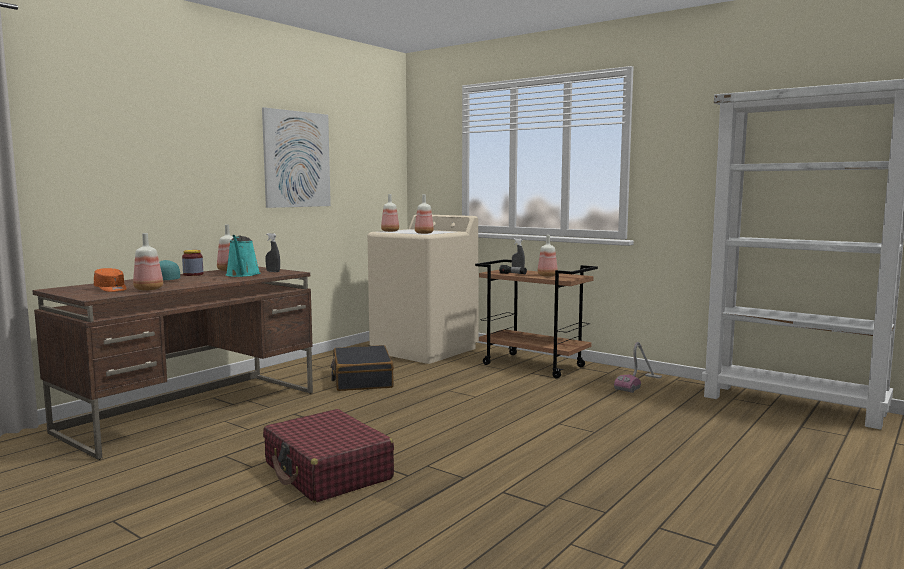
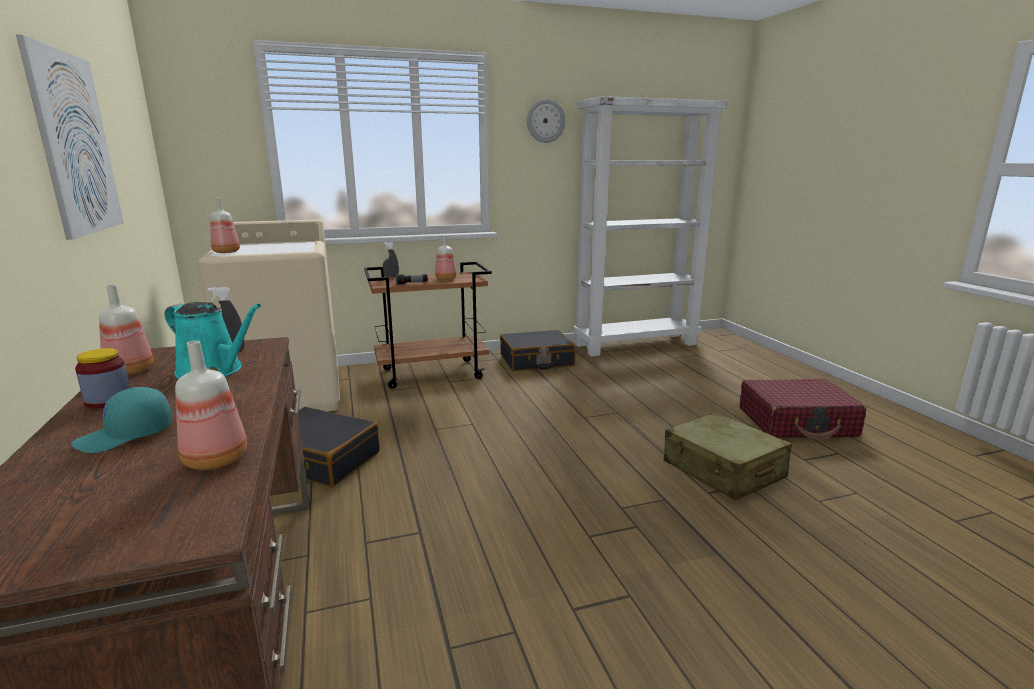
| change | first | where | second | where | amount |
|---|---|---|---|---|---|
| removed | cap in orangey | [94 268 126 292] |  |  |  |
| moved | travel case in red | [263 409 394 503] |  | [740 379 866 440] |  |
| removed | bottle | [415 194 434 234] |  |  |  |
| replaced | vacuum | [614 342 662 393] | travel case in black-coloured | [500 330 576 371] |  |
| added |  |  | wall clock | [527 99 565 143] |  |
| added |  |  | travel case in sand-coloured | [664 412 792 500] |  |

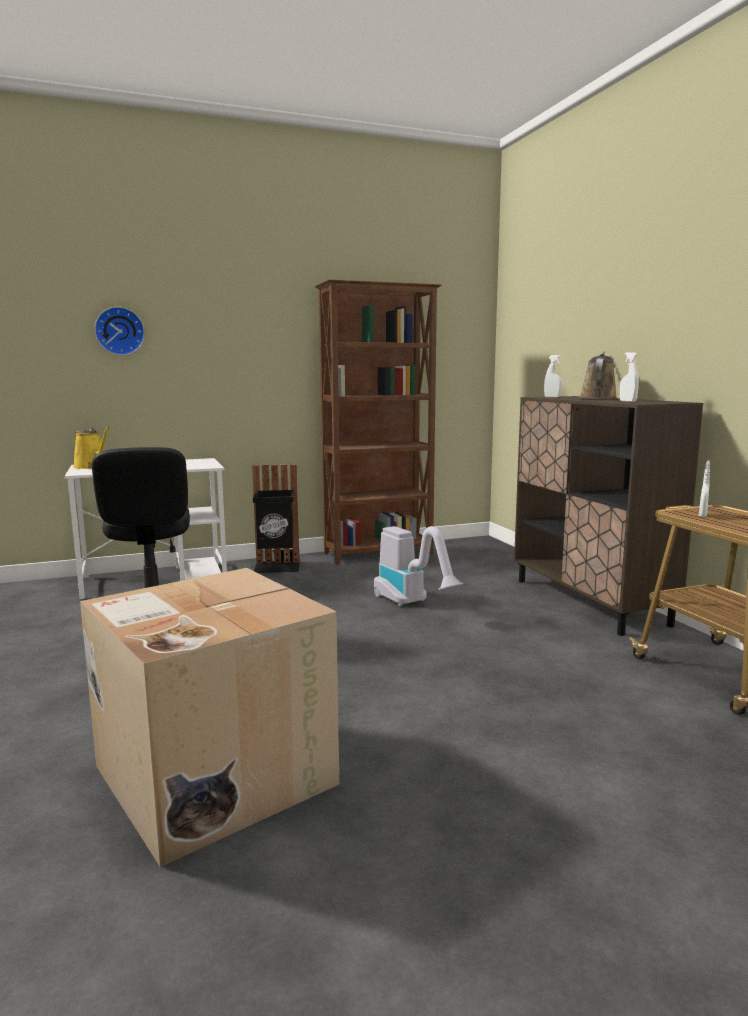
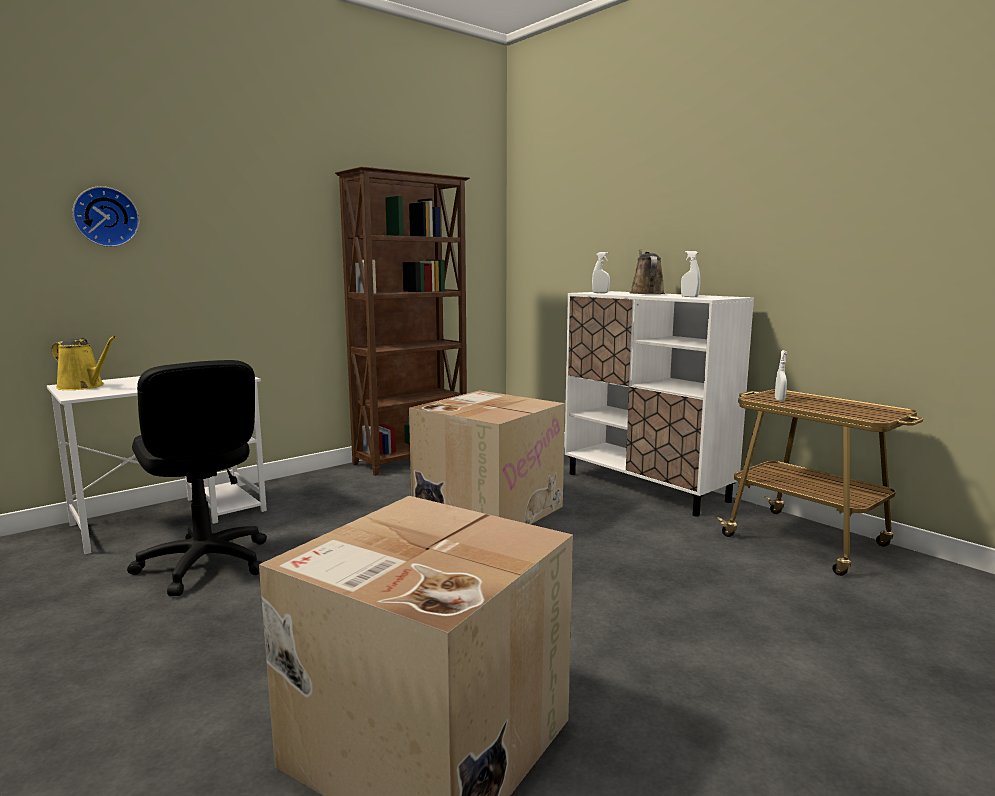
| change | first | where | second | where | amount |
|---|---|---|---|---|---|
| removed | rubbish bin in black-coloured | [252 464 299 573] |  |  |  |
| replaced | vacuum | [374 526 463 606] | packing box | [409 391 565 524] |  |
| recoloured | storage cabinet in brown | [514 396 703 636] | storage cabinet in white | [564 291 754 517] |  |

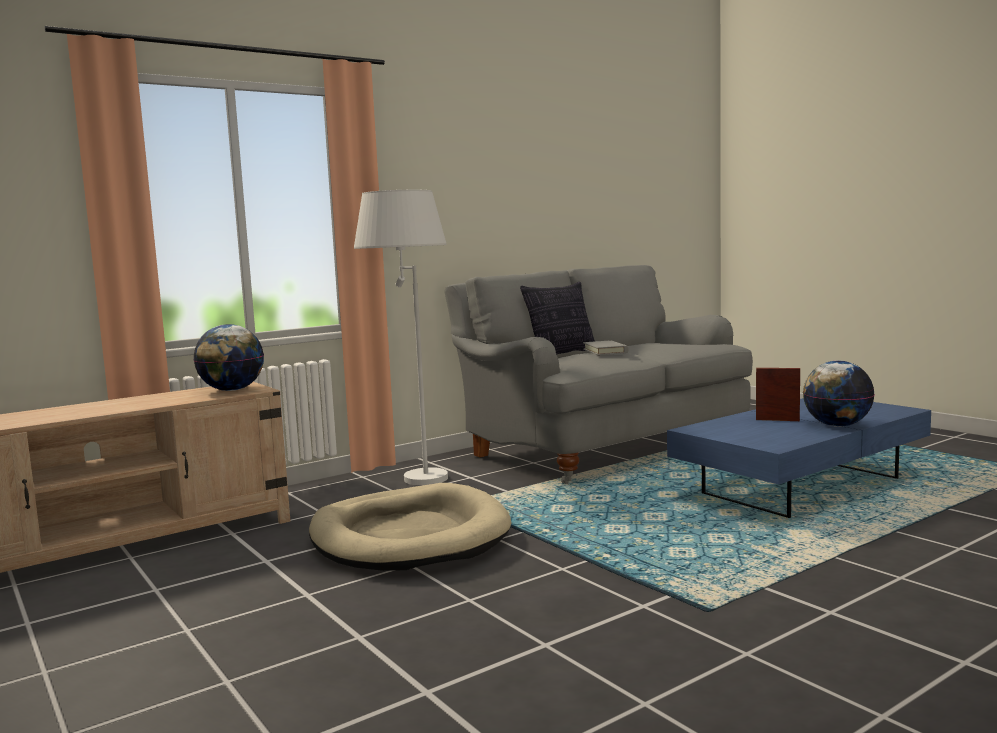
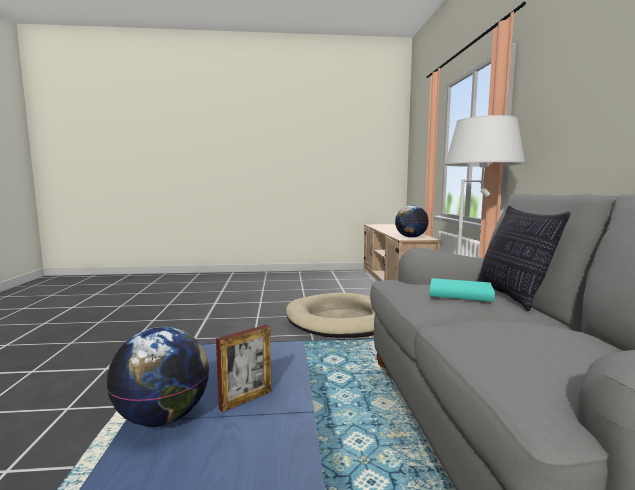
| change | first | where | second | where | amount |
|---|---|---|---|---|---|
| recoloured | volume in greyish | [583 341 629 355] | volume in turquoise-coloured | [430 278 495 302] |  |

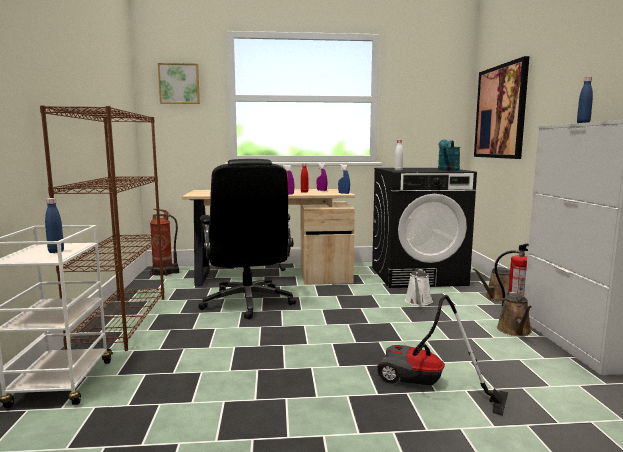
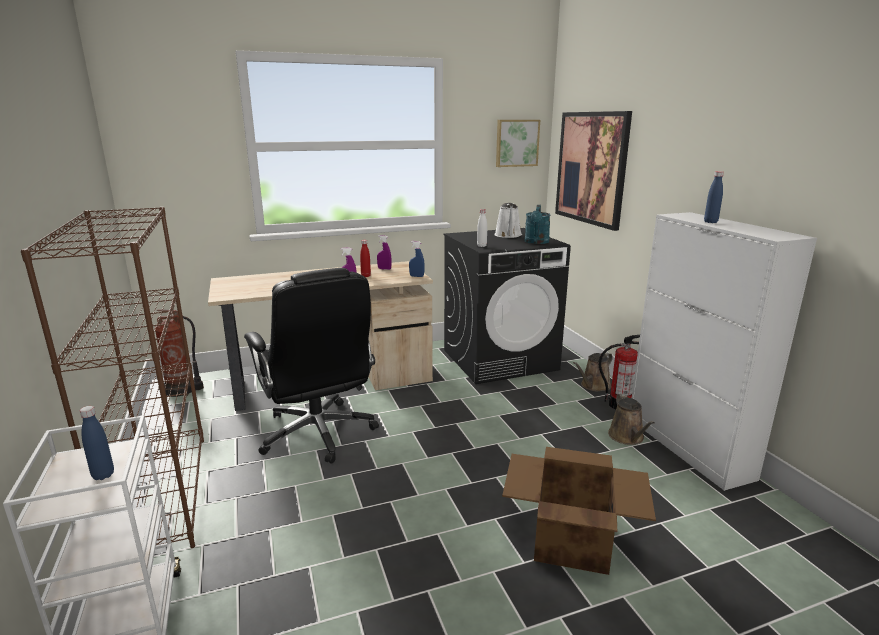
| change | first | where | second | where | amount |
|---|---|---|---|---|---|
| moved | wall picture | [158 63 200 104] |  | [496 120 540 167] |  |
| replaced | vacuum | [377 295 508 416] | packing box | [502 447 656 575] |  |
| moved | watering pot in white | [405 269 433 306] |  | [494 203 522 238] |  |

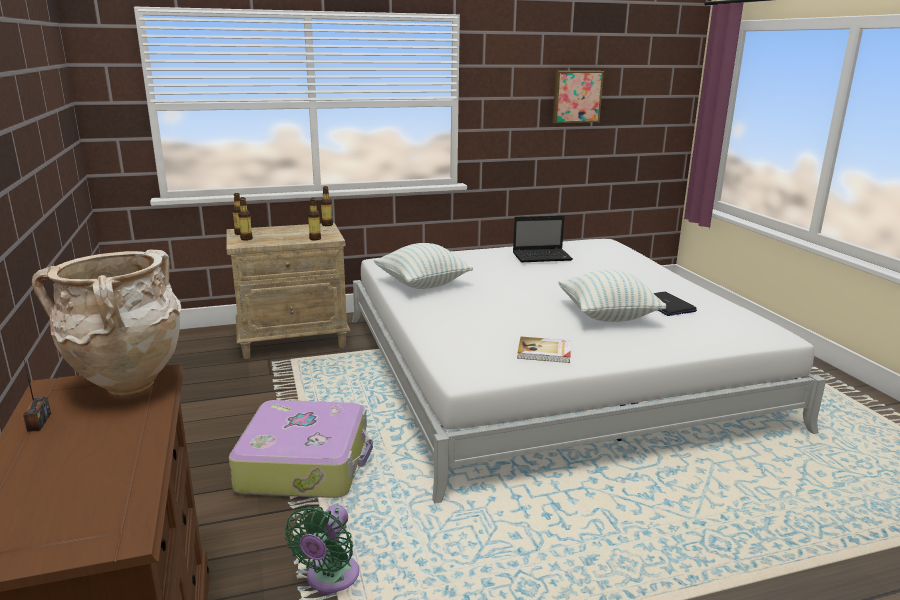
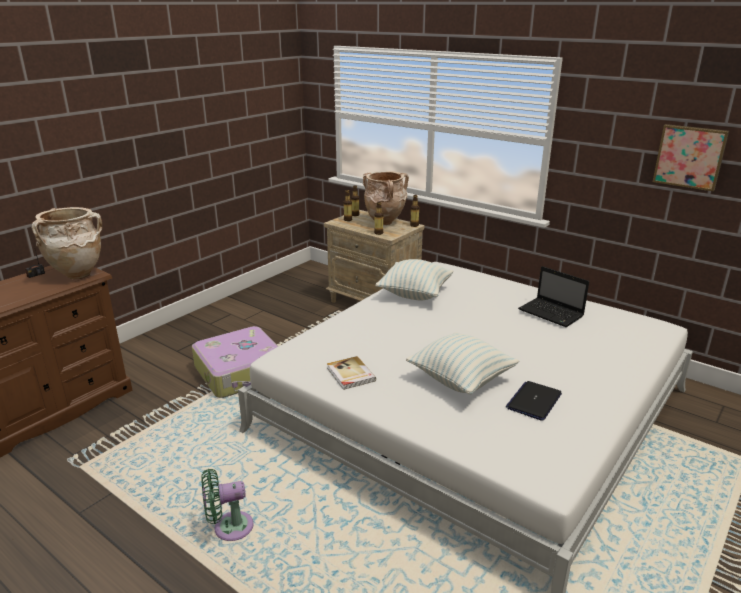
| change | first | where | second | where | amount |
|---|---|---|---|---|---|
| moved | electric fan in greenish | [285 505 359 594] |  | [201 469 254 541] |  |
| added |  |  | decorative vase in sand-coloured | [363 171 409 225] |  |

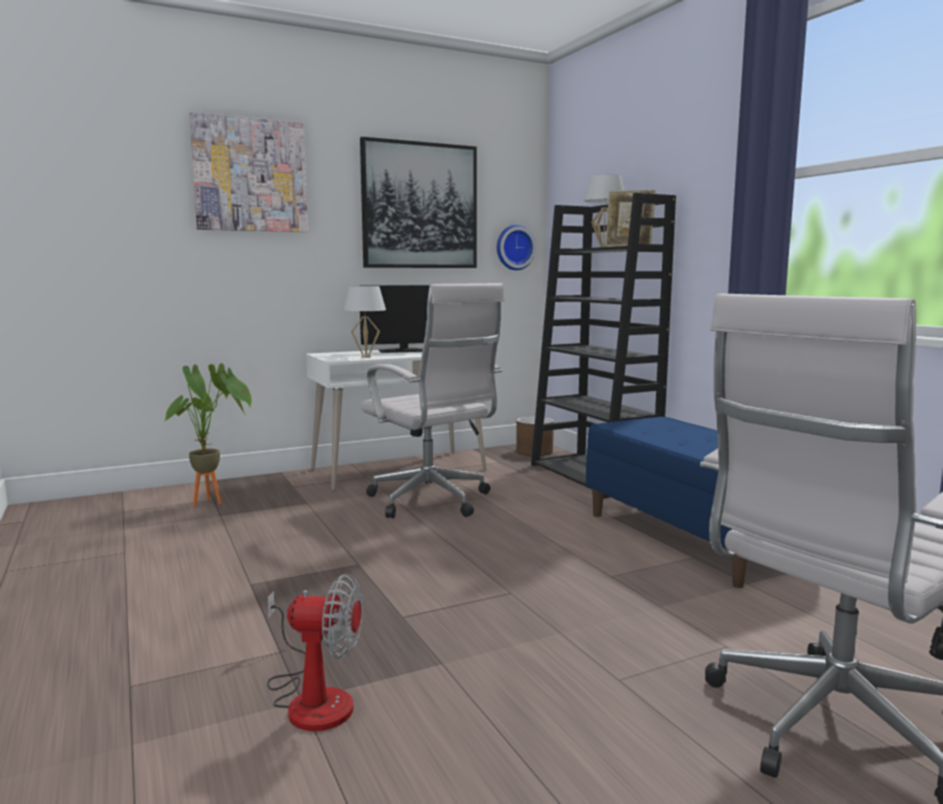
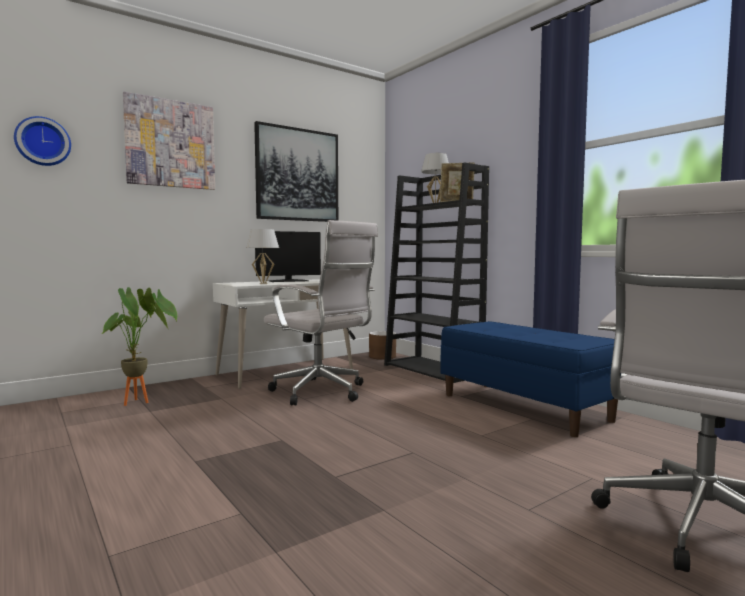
| change | first | where | second | where | amount |
|---|---|---|---|---|---|
| removed | electric fan | [267 574 363 731] |  |  |  |
| moved | wall clock | [497 225 536 270] |  | [14 116 71 166] |  |

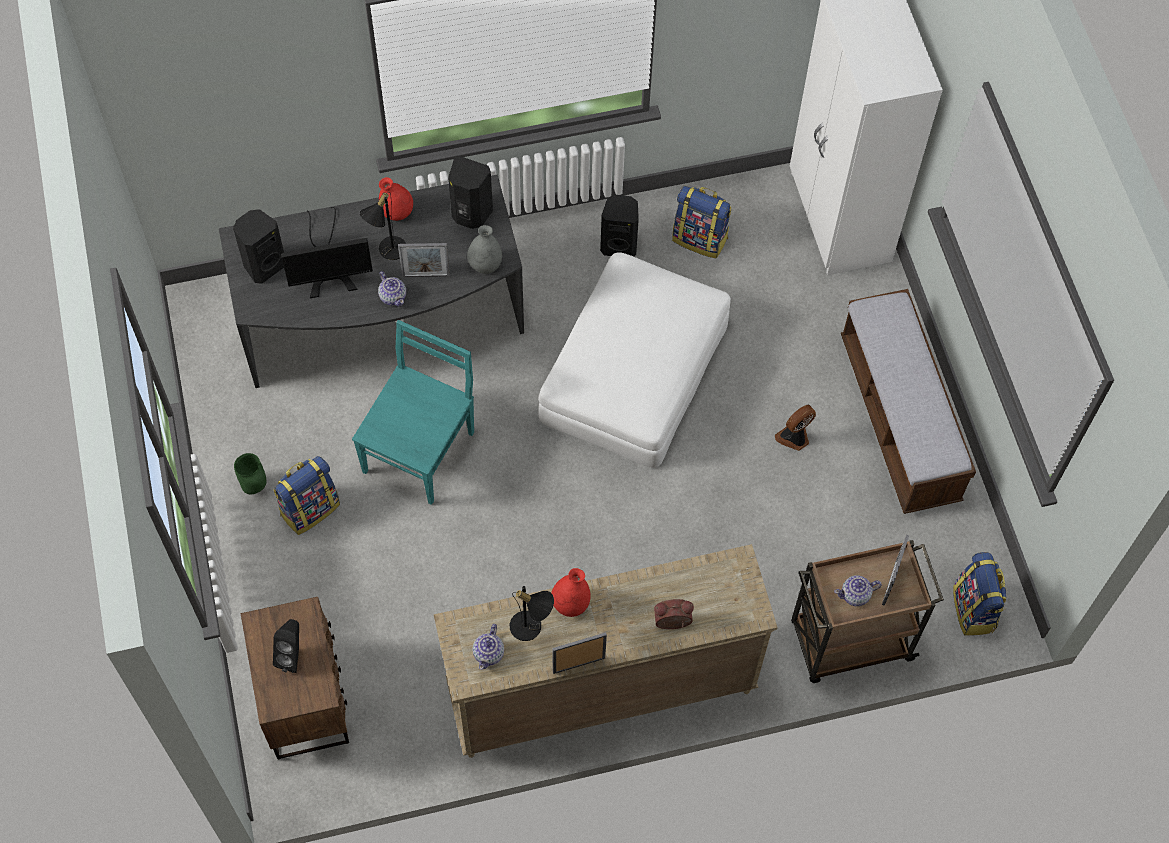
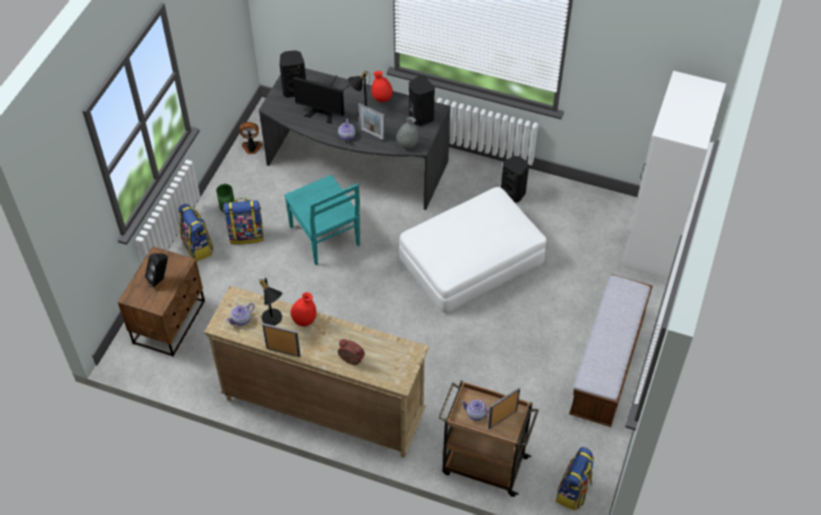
| change | first | where | second | where | amount |
|---|---|---|---|---|---|
| turned | plain chair in turquoise-coloured | [352 320 474 505] |  | [284 175 360 265] | 90 degrees clockwise |
| moved | knapsack | [672 186 731 258] |  | [178 204 214 261] |  |
| moved | electric fan | [775 405 816 451] |  | [240 122 262 154] |  |

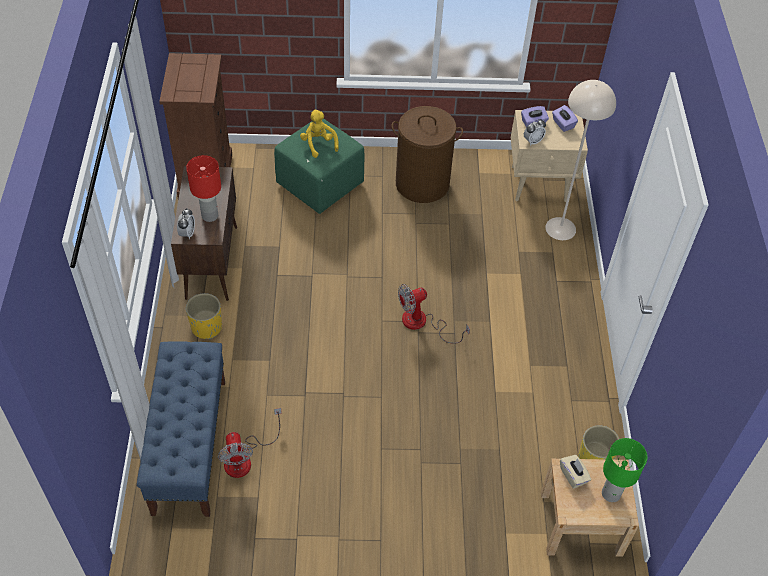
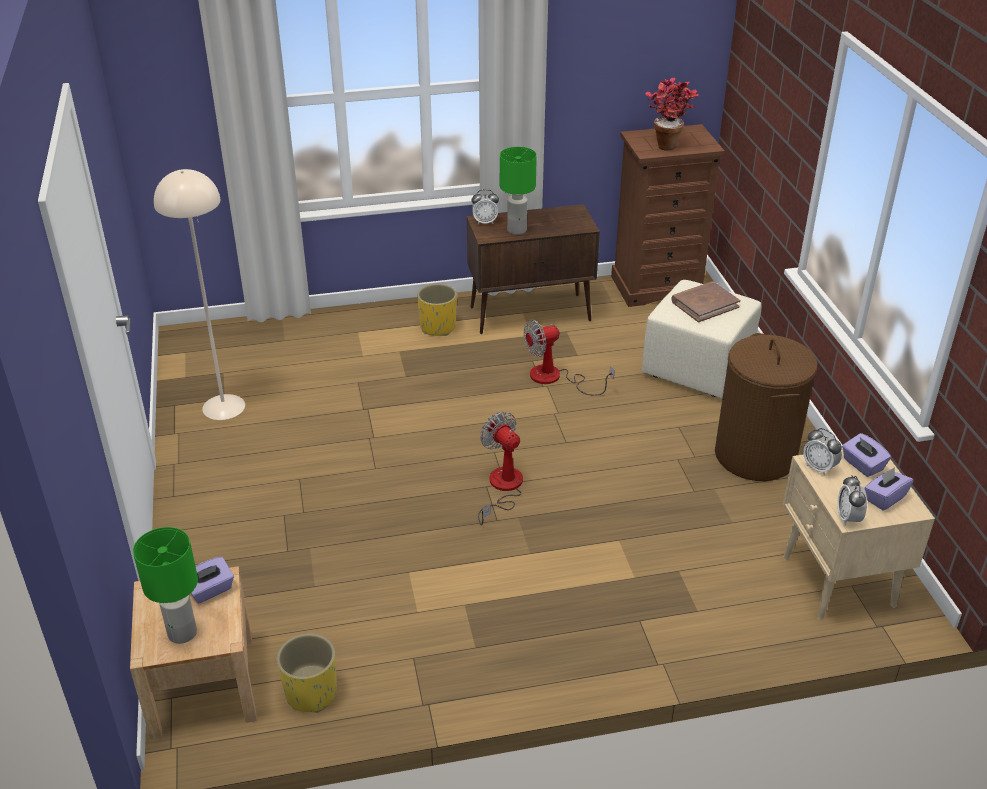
| change | first | where | second | where | amount |
|---|---|---|---|---|---|
| removed | indoor bench in bluish | [137 341 225 517] |  |  |  |
| recoloured | tabletop lamp in red | [186 155 221 222] | tabletop lamp in greenish | [500 147 537 235] |  |
| moved | electric fan | [218 408 282 478] |  | [524 319 615 396] |  |
| recoloured | footrest in greenish | [274 118 364 214] | footrest in sand-coloured | [642 280 761 398] |  |
| replaced | soft toy in yellow | [300 109 339 158] | volume in brown | [671 281 740 322] |  |
| moved | floor lamp in sand-coloured | [545 80 616 240] |  | [154 169 245 420] |  |
| recoloured | tissue holder in sand-coloured | [560 455 591 489] | tissue holder in purplish | [190 557 234 603] |  |
| added |  |  | plant in a pot | [645 78 699 151] |  |
| added |  |  | alarm clock | [837 475 867 526] |  |

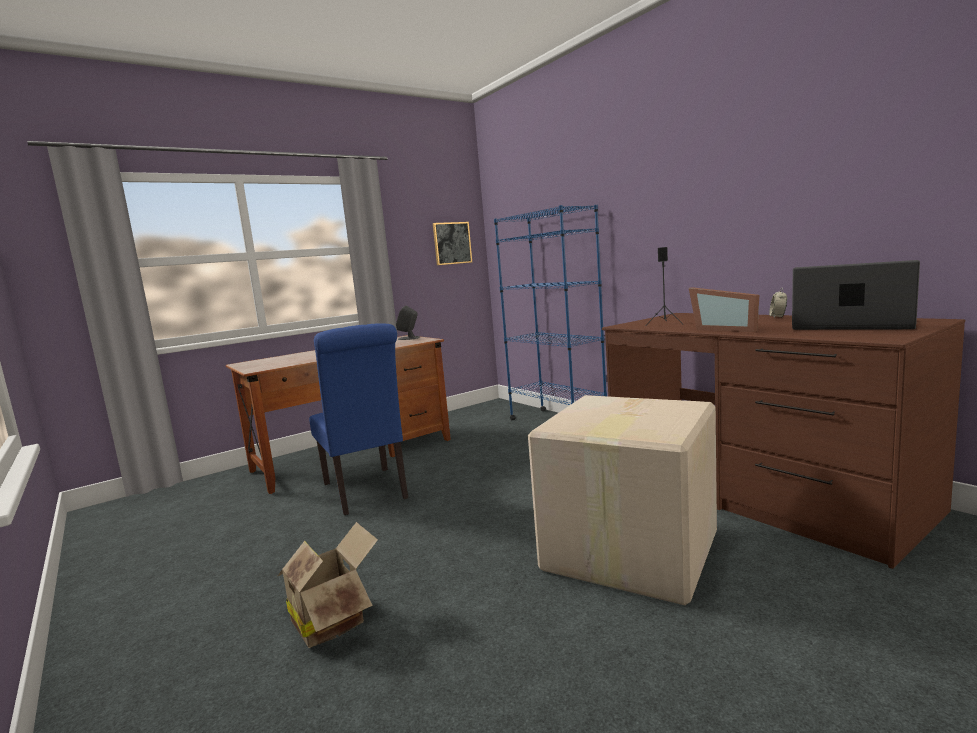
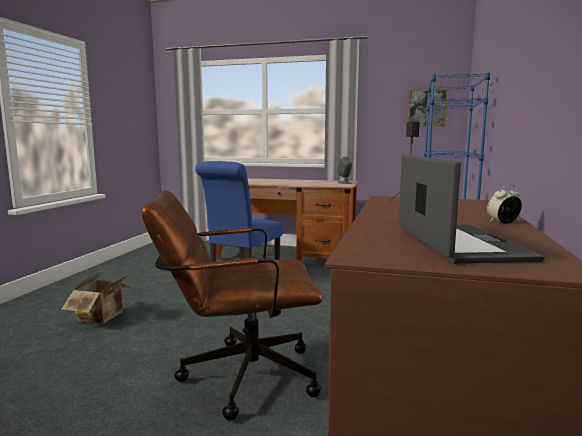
| change | first | where | second | where | amount |
|---|---|---|---|---|---|
| replaced | packing box | [528 395 717 605] | desk chair in brown | [141 190 322 421] |  |
| removed | photo frame | [689 287 759 332] |  |  |  |

